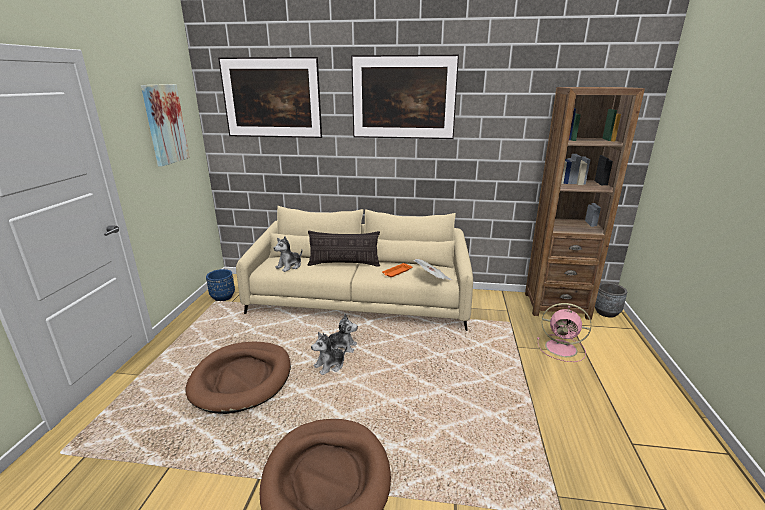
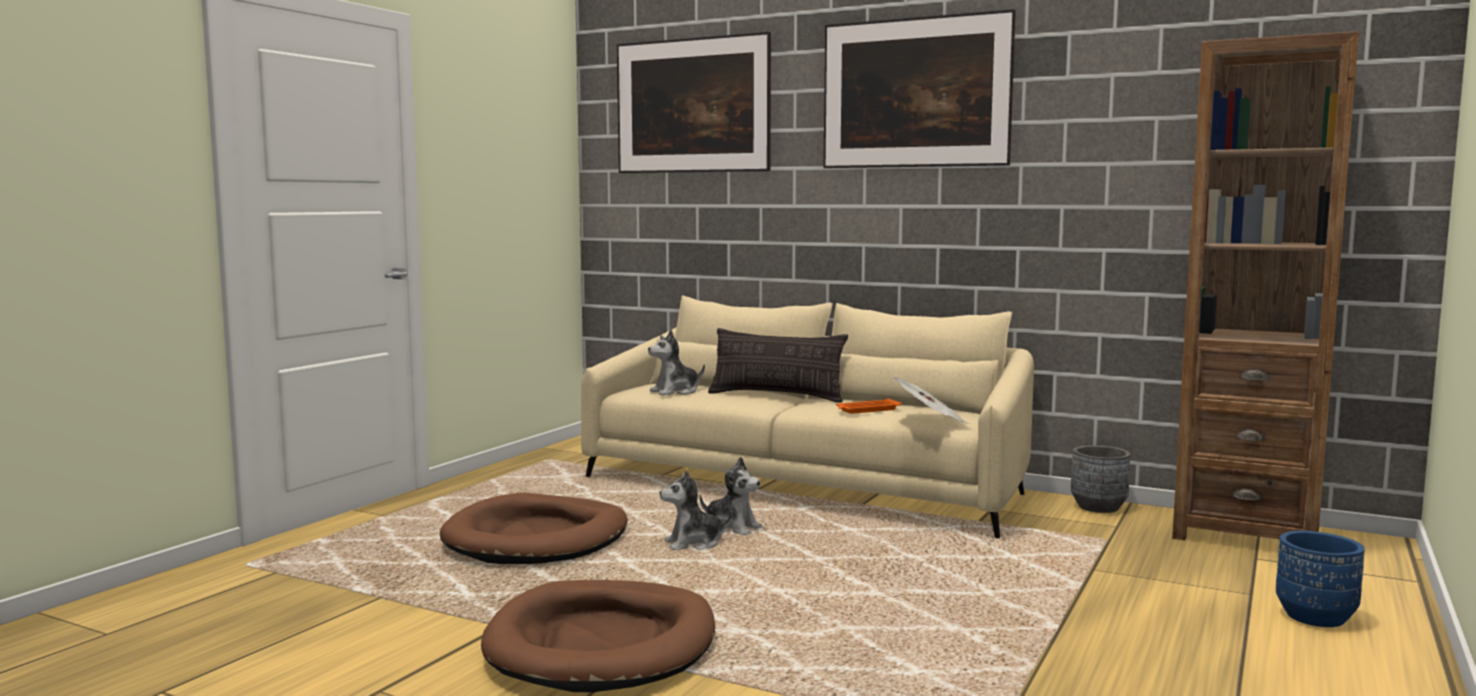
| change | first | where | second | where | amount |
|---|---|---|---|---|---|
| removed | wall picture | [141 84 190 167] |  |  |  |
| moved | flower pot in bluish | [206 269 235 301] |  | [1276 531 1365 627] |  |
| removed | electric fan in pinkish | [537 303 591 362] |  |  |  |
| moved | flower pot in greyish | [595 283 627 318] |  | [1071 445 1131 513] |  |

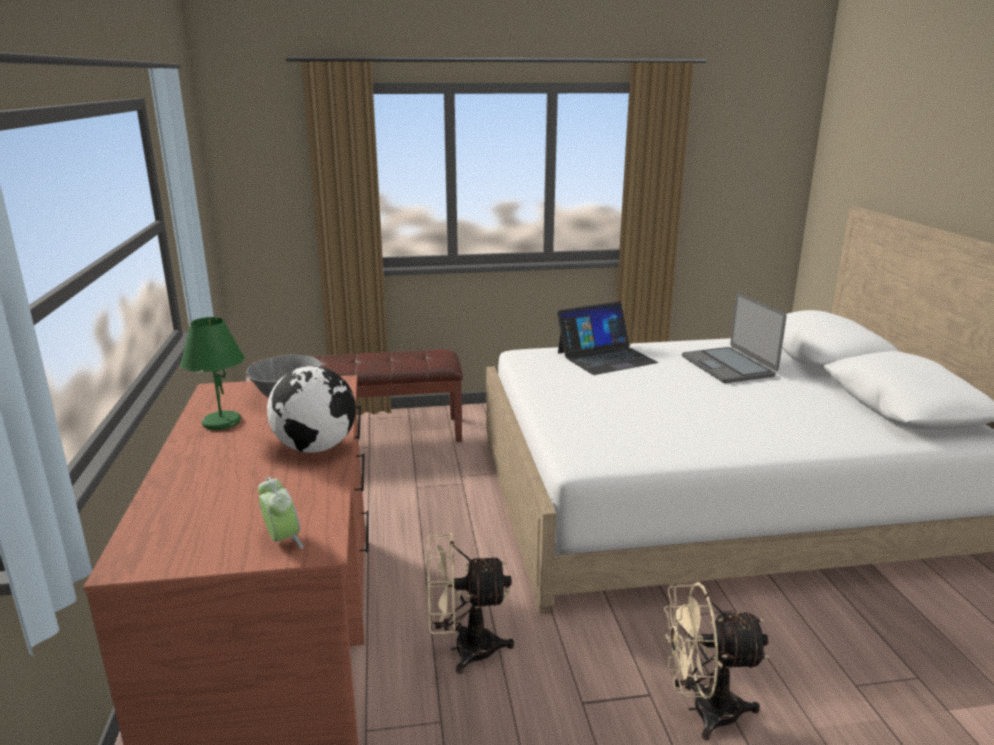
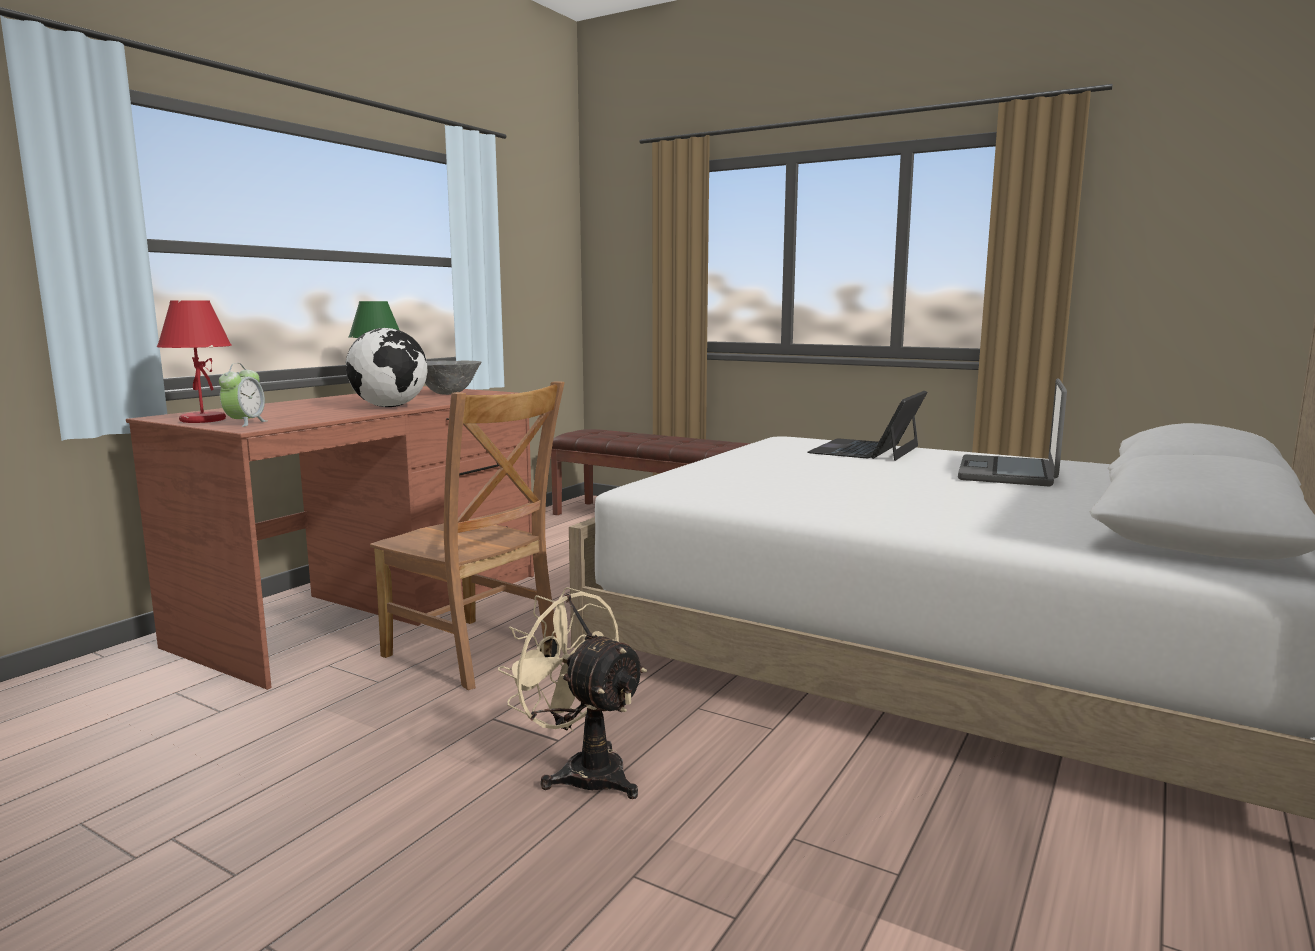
| change | first | where | second | where | amount |
|---|---|---|---|---|---|
| replaced | electric fan in sand-coloured | [427 533 514 674] | plain chair in brown | [370 381 565 690] |  |
| turned | laptop | [557 301 658 375] |  | [808 391 927 461] | 105 degrees clockwise |
| added |  |  | tabletop lamp in red | [157 300 232 423] |  |

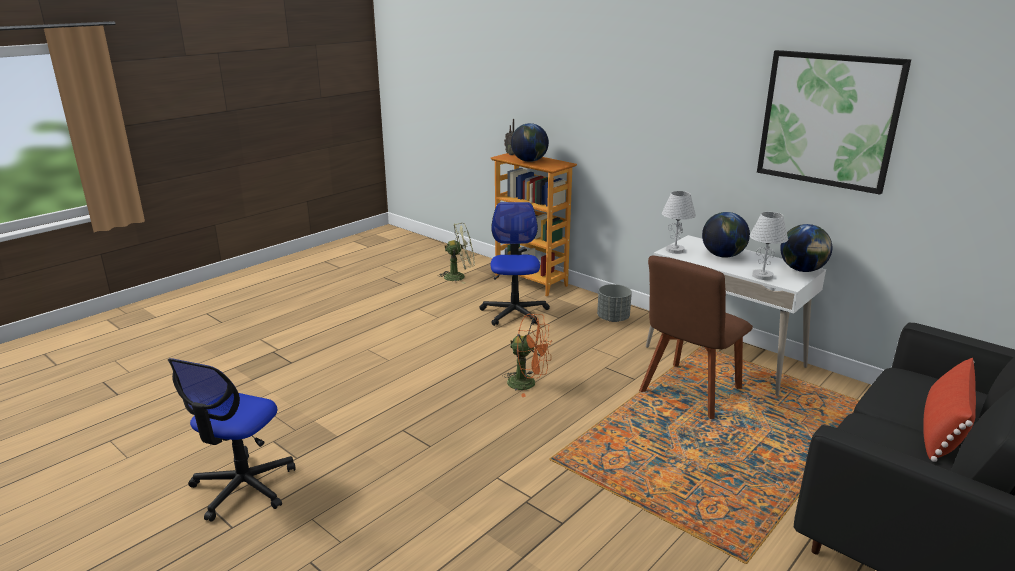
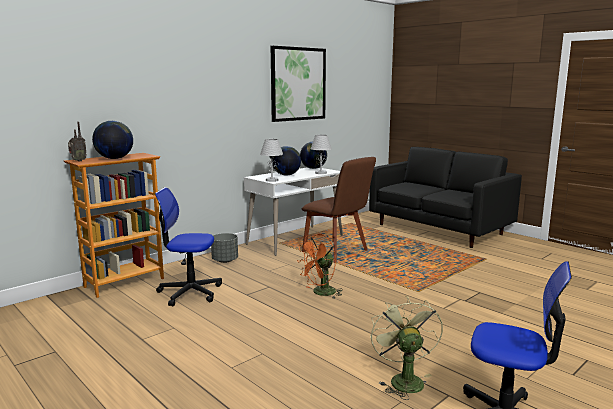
| change | first | where | second | where | amount |
|---|---|---|---|---|---|
| moved | electric fan in greenish | [437 223 474 284] |  | [370 296 443 400] |  |
| turned | electric fan in orangey | [503 314 552 397] |  | [297 234 343 299] | 150 degrees counterclockwise |
| removed | throw pillow in red | [923 358 976 462] |  |  |  |

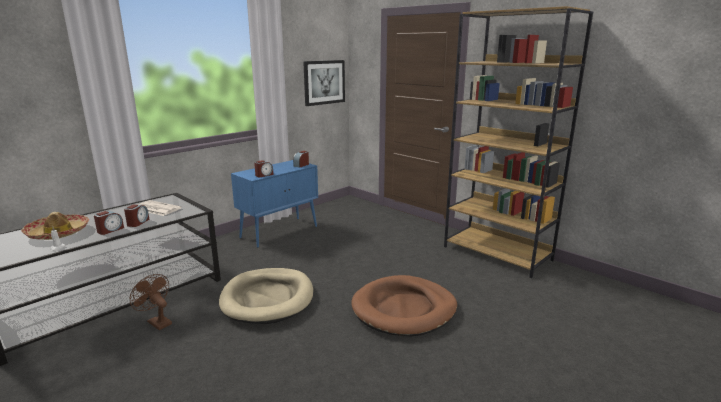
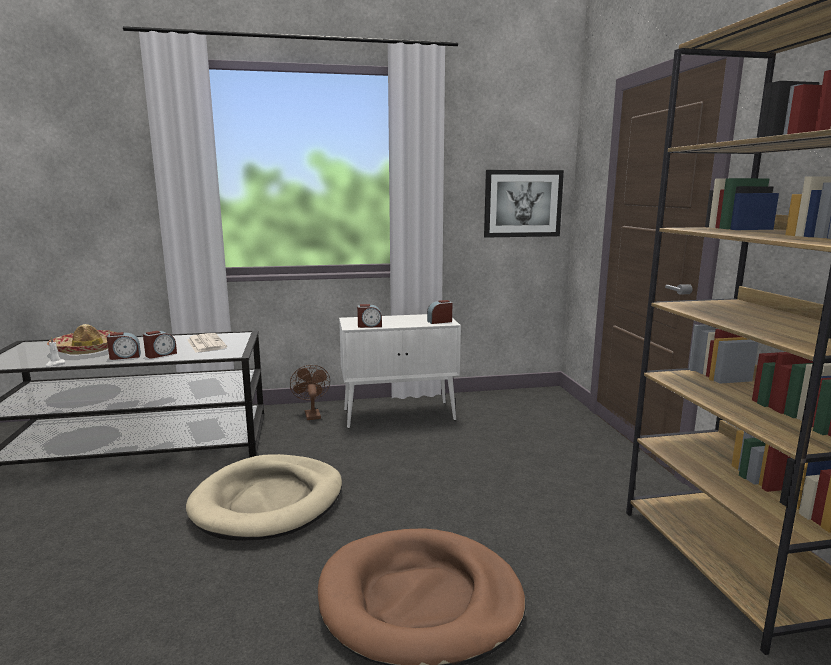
| change | first | where | second | where | amount |
|---|---|---|---|---|---|
| moved | electric fan in brown | [130 274 172 330] |  | [290 365 330 420] |  |
| recoloured | storage cabinet in bluish | [231 160 318 248] | storage cabinet in white | [339 314 461 428] |  |

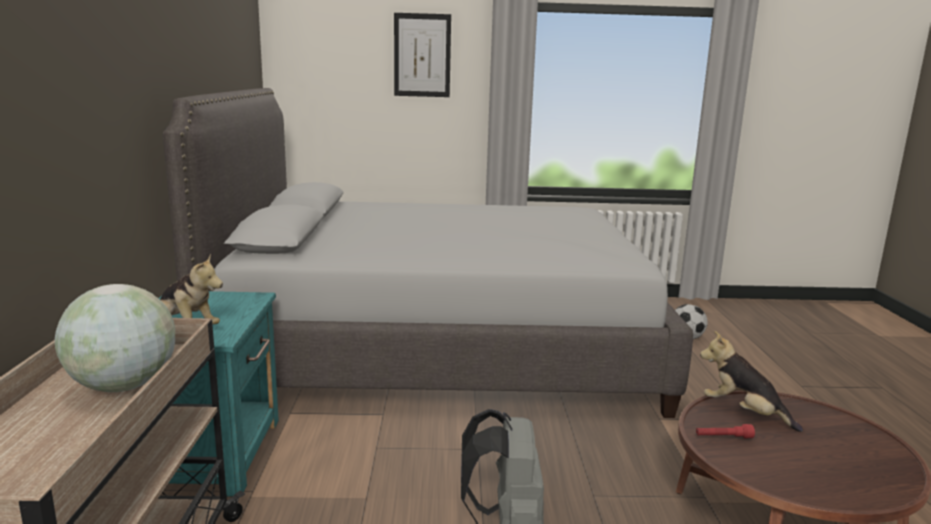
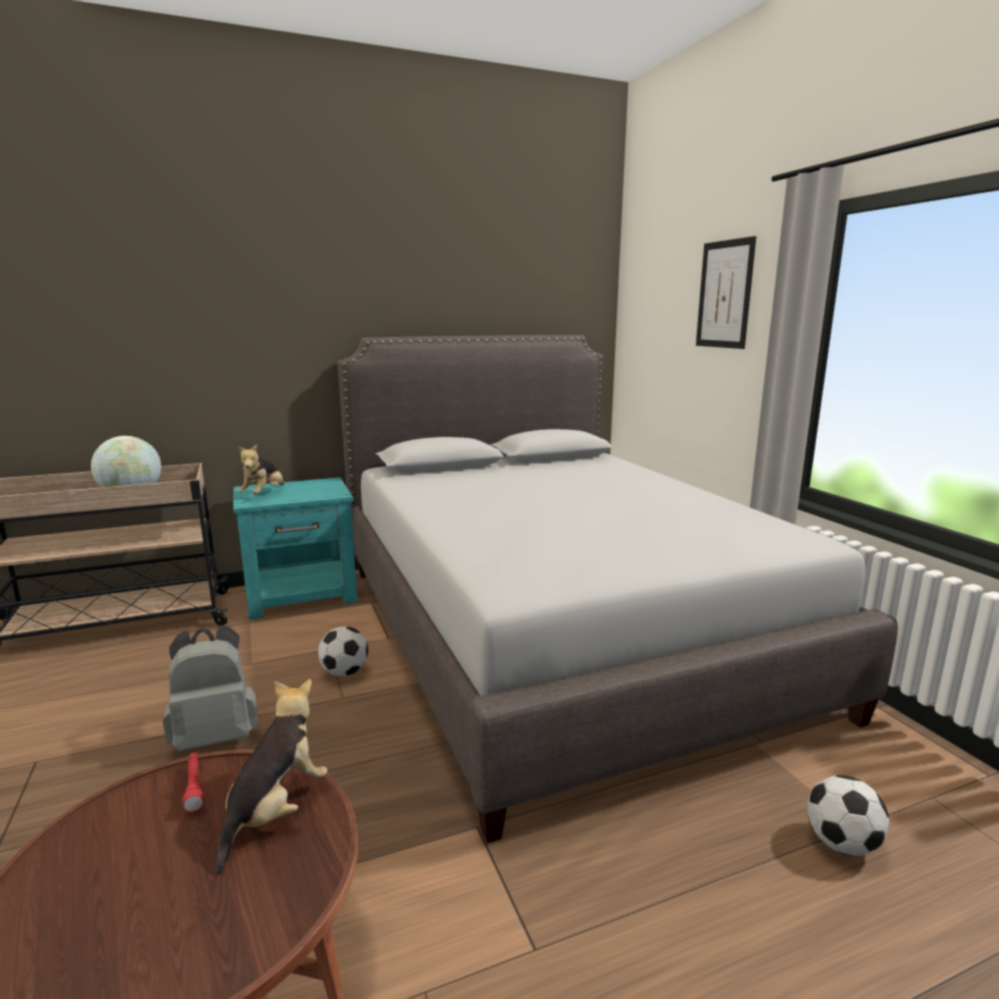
| change | first | where | second | where | amount |
|---|---|---|---|---|---|
| added |  |  | ball for football | [318 626 368 677] |  |

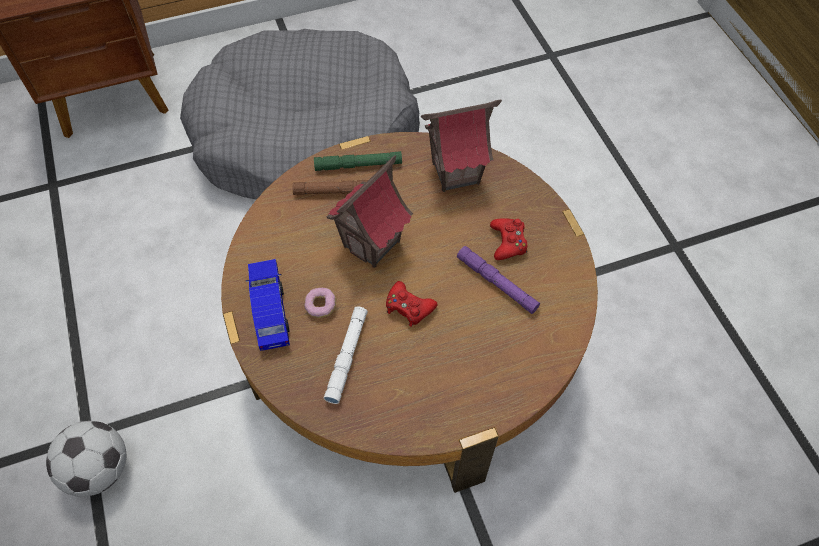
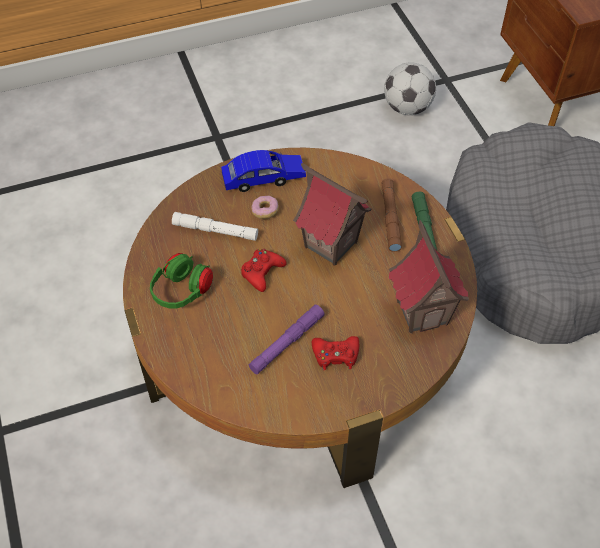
| change | first | where | second | where | amount |
|---|---|---|---|---|---|
| moved | ball for football | [46 421 126 497] |  | [384 62 436 115] |  |
| added |  |  | headphones in greenish | [150 253 213 309] |  |

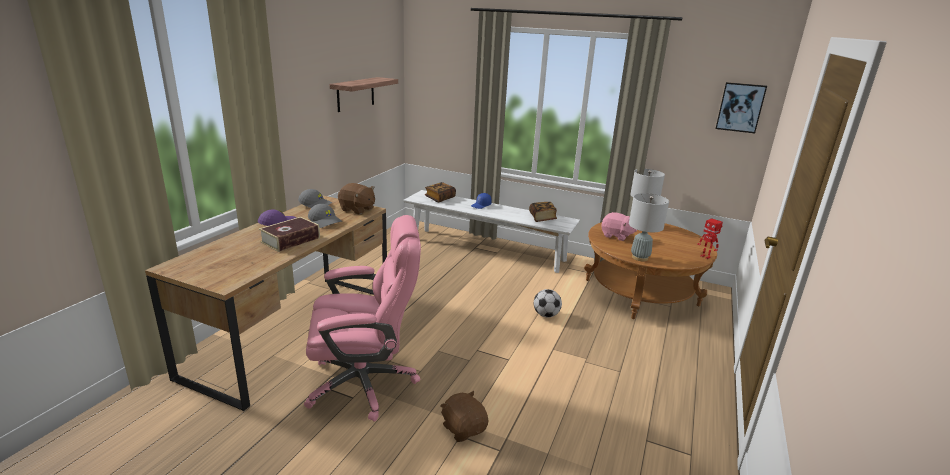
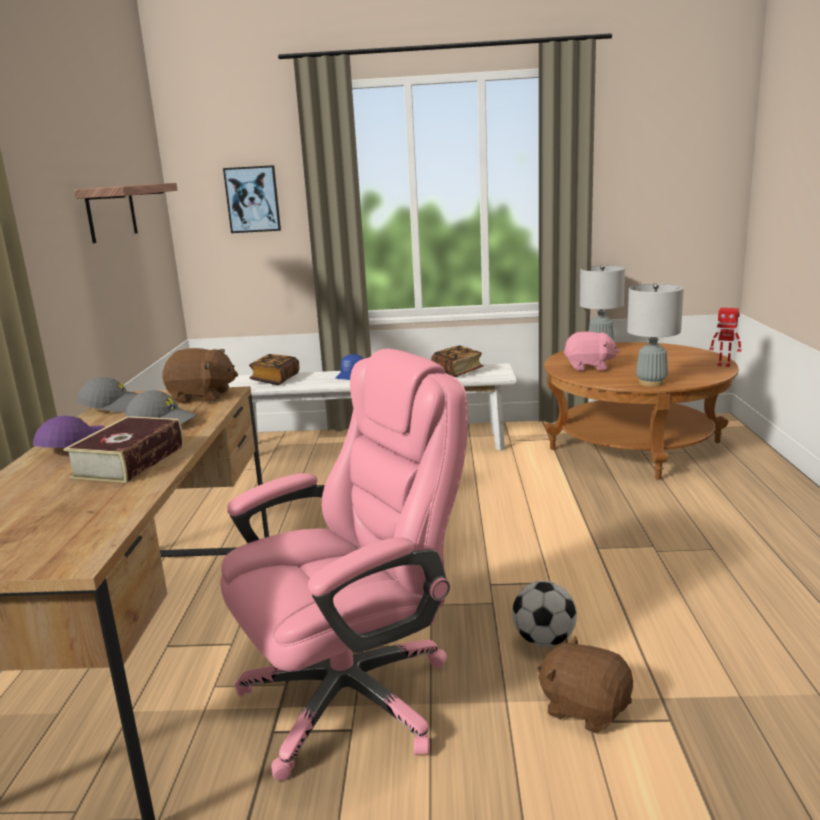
| change | first | where | second | where | amount |
|---|---|---|---|---|---|
| moved | ball for football | [534 289 562 317] |  | [512 581 577 647] |  |
| moved | wall picture | [715 82 767 133] |  | [223 165 281 233] |  |

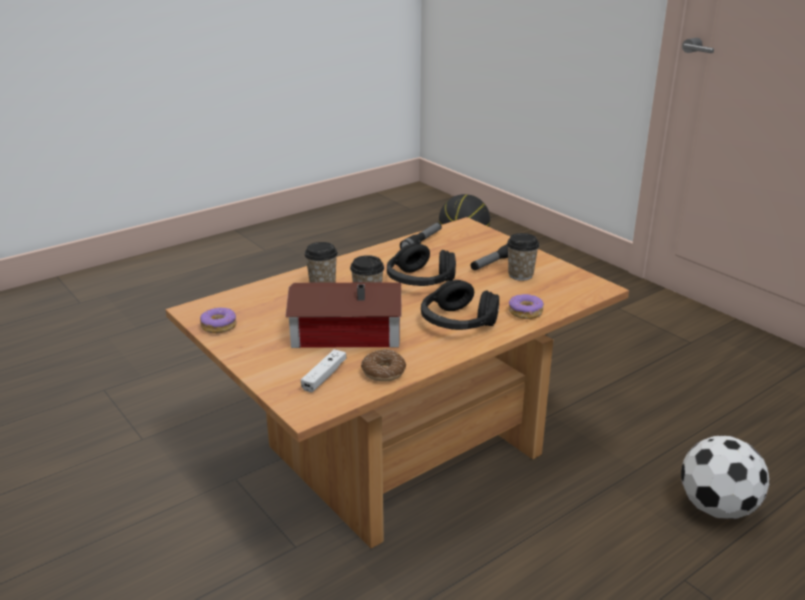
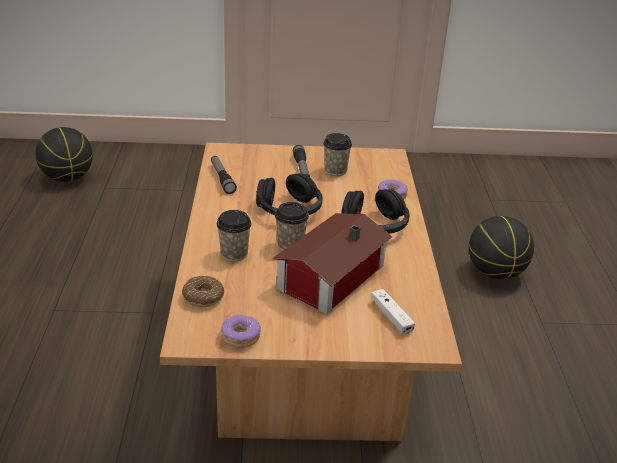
| change | first | where | second | where | amount |
|---|---|---|---|---|---|
| moved | ring doughnut | [361 349 406 382] |  | [182 276 224 307] |  |
| replaced | ball for football | [681 436 769 519] | basketball | [469 216 534 279] |  |

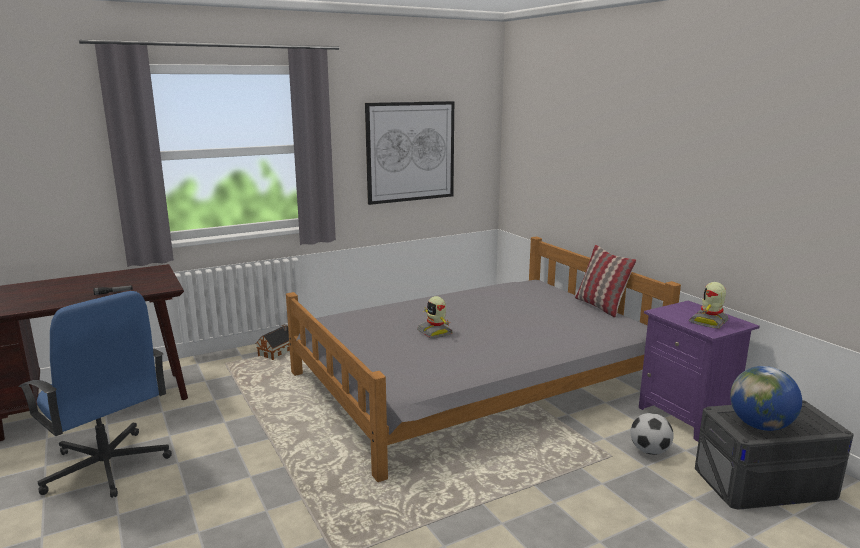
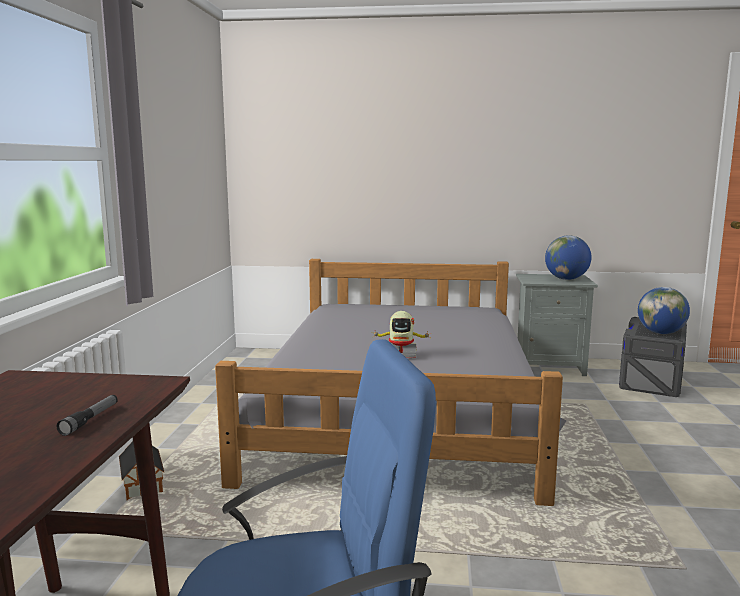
| change | first | where | second | where | amount |
|---|---|---|---|---|---|
| removed | wall picture | [365 101 454 205] |  |  |  |
| removed | throw pillow | [575 245 637 318] |  |  |  |
| removed | ball for football | [630 413 674 455] |  |  |  |
| recoloured | nightstand in purplish | [639 301 760 441] | nightstand in greyish | [516 274 598 376] |  |
| replaced | model robot | [689 282 728 329] | desk globe | [545 235 592 280] |  |

